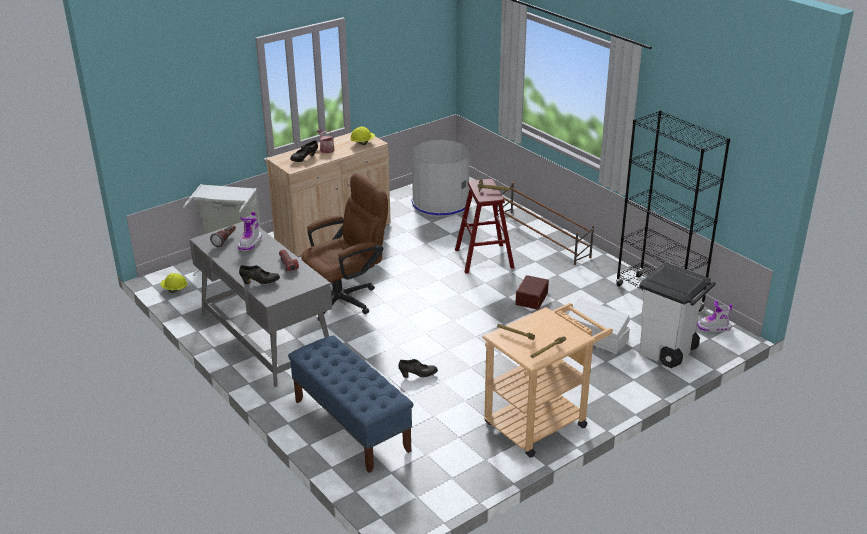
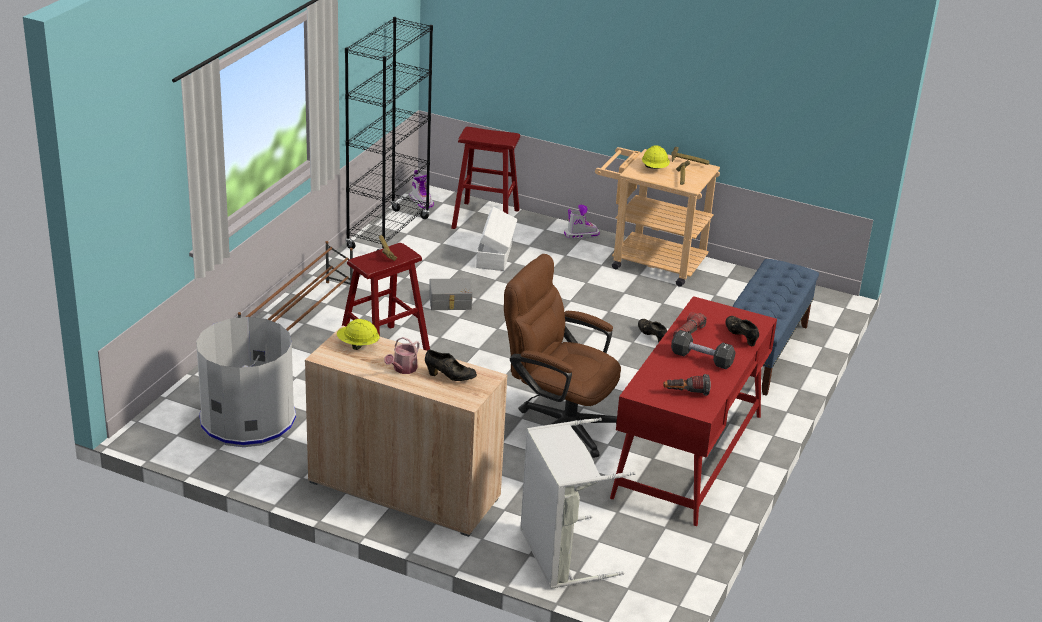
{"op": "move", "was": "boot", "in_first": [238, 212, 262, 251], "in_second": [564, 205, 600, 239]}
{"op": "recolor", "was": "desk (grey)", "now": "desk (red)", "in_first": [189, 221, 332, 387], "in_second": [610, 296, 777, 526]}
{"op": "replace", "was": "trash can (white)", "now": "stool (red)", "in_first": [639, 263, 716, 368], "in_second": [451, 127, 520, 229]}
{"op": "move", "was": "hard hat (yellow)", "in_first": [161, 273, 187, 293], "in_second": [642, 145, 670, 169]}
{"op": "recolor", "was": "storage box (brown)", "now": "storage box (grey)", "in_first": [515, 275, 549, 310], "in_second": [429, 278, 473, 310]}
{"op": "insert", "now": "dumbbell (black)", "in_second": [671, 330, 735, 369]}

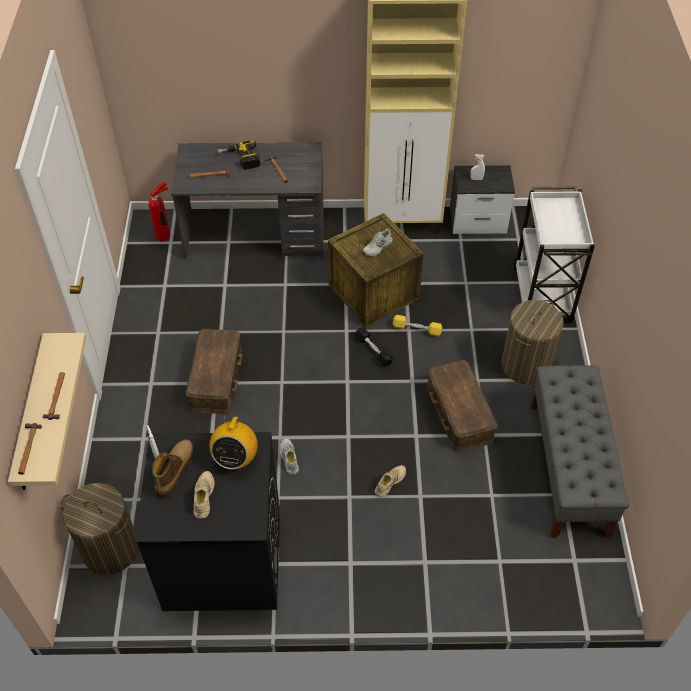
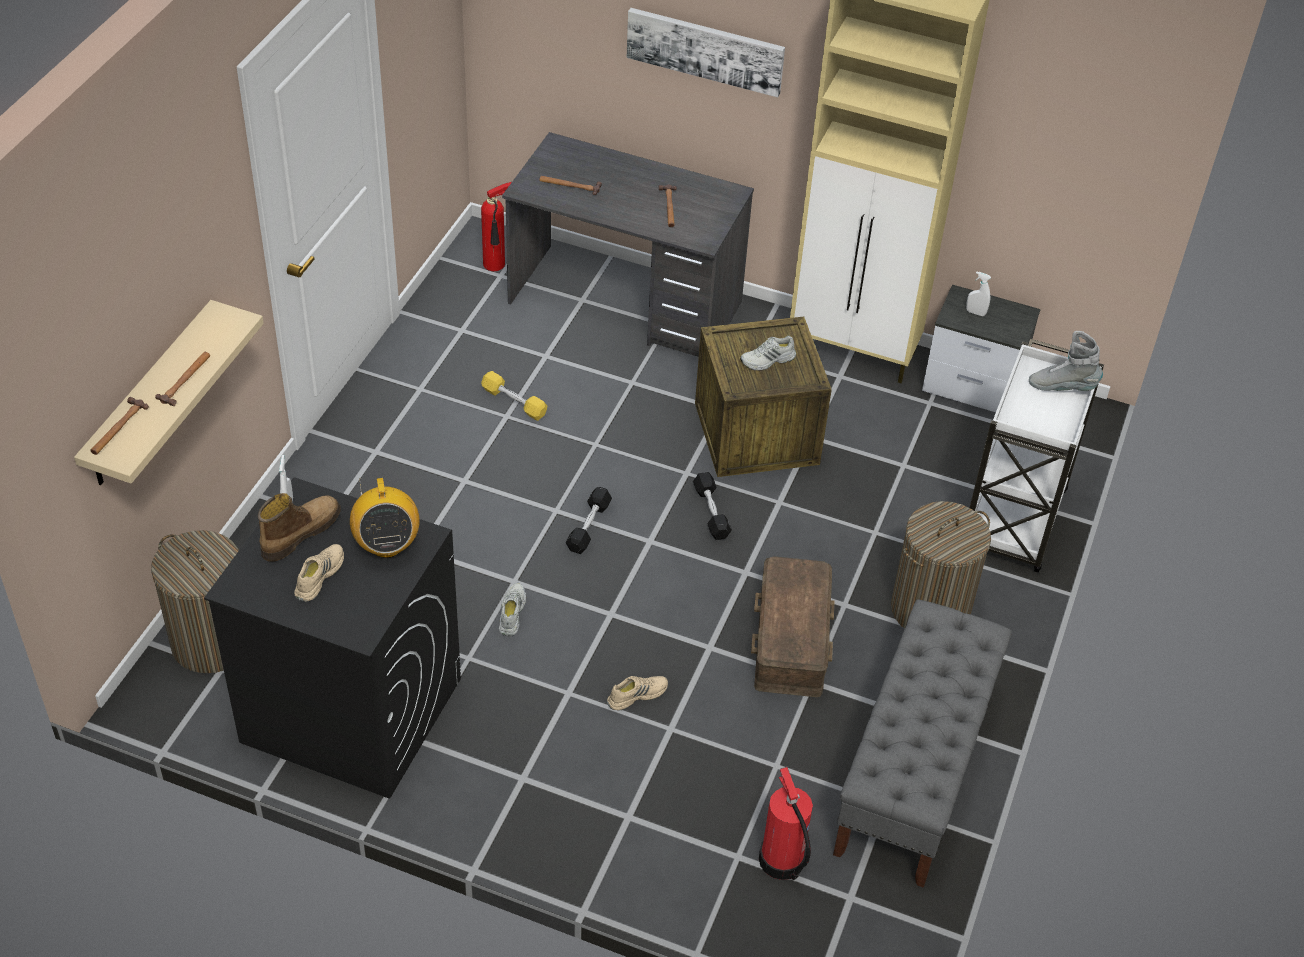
{"op": "delete", "was": "power drill", "in_first": [218, 140, 261, 170]}
{"op": "move", "was": "dumbbell (yellow)", "in_first": [393, 315, 442, 337], "in_second": [481, 371, 547, 421]}
{"op": "delete", "was": "storage box (brown)", "in_first": [186, 329, 243, 415]}
{"op": "rotate", "was": "radio", "in_first": [209, 416, 258, 469], "in_second": [350, 478, 420, 558], "clockwise": -45}
{"op": "insert", "now": "picture", "in_second": [627, 8, 785, 97]}
{"op": "insert", "now": "boot (grey)", "in_second": [1029, 331, 1103, 391]}
{"op": "insert", "now": "dumbbell (black)", "in_second": [566, 487, 612, 554]}
{"op": "insert", "now": "fire extinguisher", "in_second": [759, 767, 813, 880]}

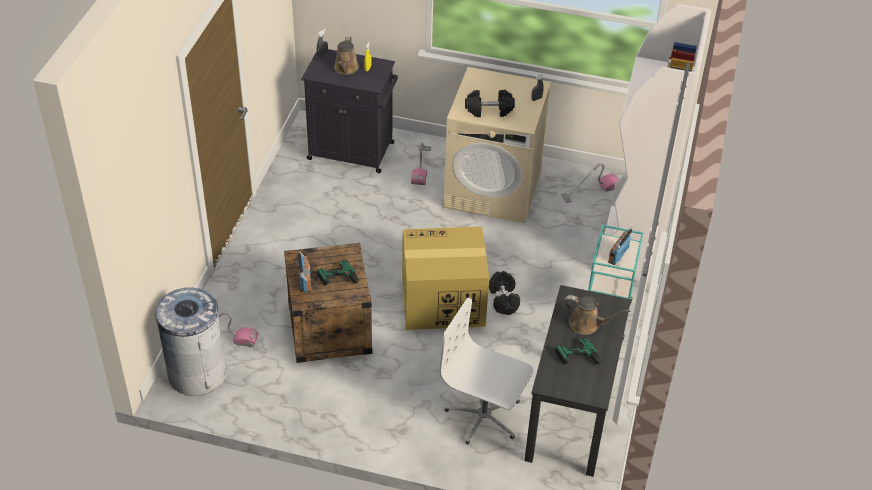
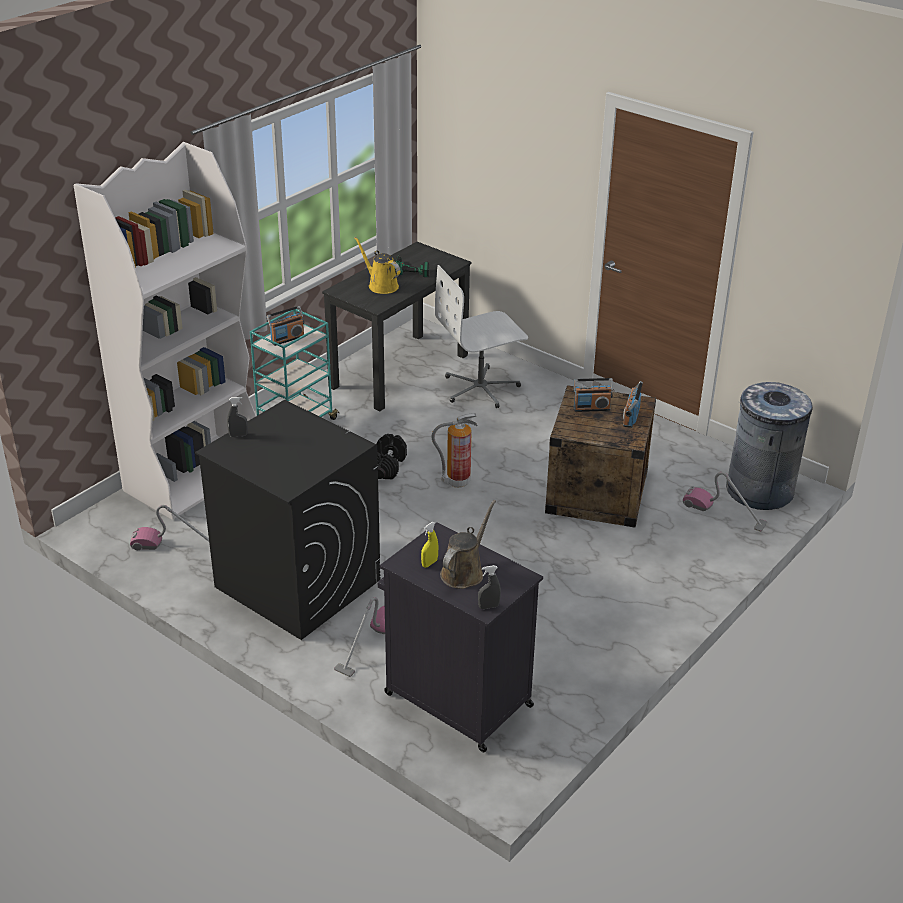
{"op": "recolor", "was": "washing machine (beige)", "now": "washing machine (black)", "in_first": [443, 67, 551, 223], "in_second": [195, 400, 380, 640]}
{"op": "delete", "was": "dumbbell (black)", "in_first": [465, 90, 515, 117]}
{"op": "replace", "was": "cardboard box", "now": "fire extinguisher", "in_first": [402, 227, 489, 330], "in_second": [431, 413, 478, 488]}
{"op": "replace", "was": "power drill", "now": "radio", "in_first": [317, 260, 361, 288], "in_second": [574, 378, 613, 412]}
{"op": "recolor", "was": "watering can (brown)", "now": "watering can (yellow)", "in_first": [564, 295, 631, 335], "in_second": [355, 237, 401, 294]}
{"op": "rotate", "was": "office chair (white)", "in_first": [440, 298, 533, 445], "in_second": [435, 265, 528, 408], "clockwise": 105}

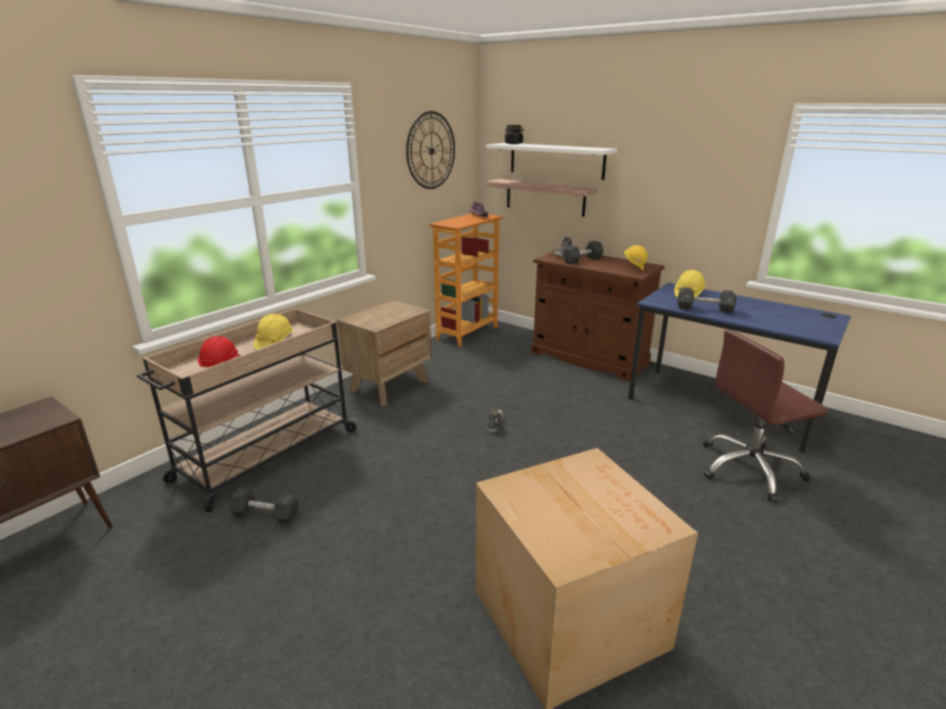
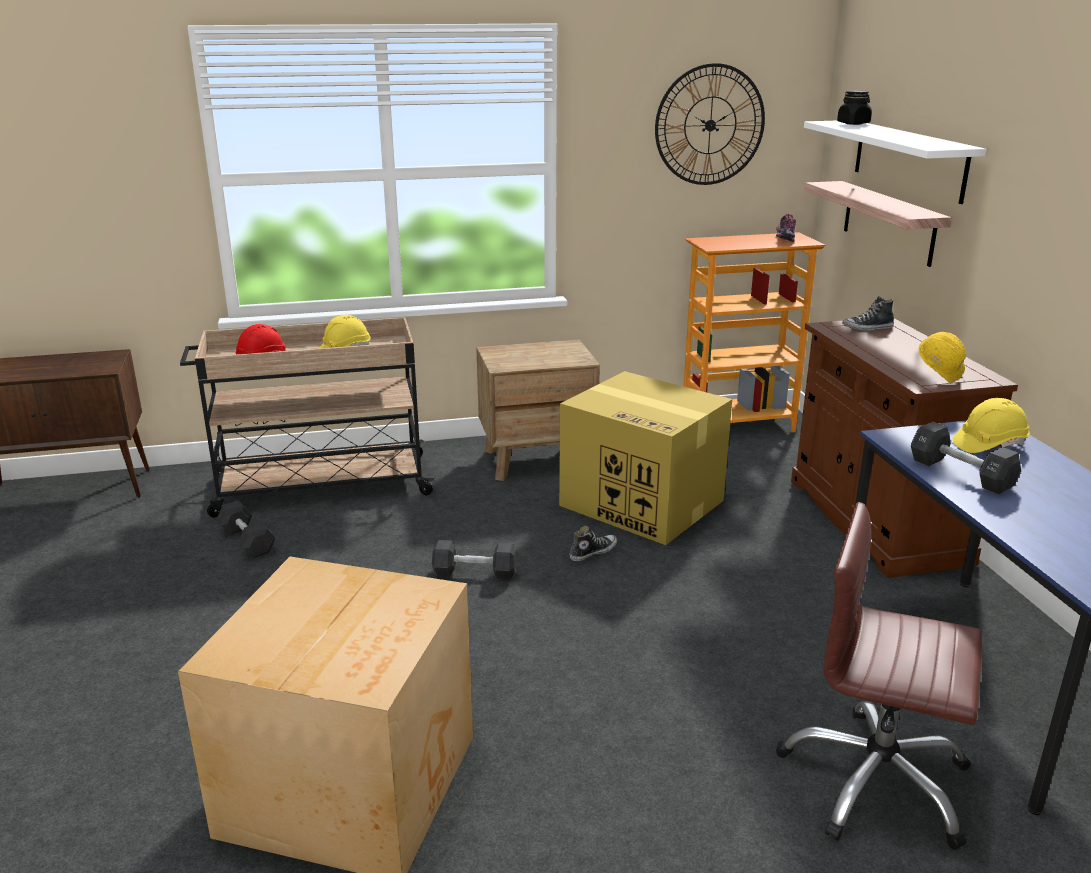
{"op": "move", "was": "dumbbell (black)", "in_first": [562, 241, 604, 264], "in_second": [432, 540, 516, 579]}
{"op": "insert", "now": "cardboard box", "in_second": [559, 371, 732, 545]}

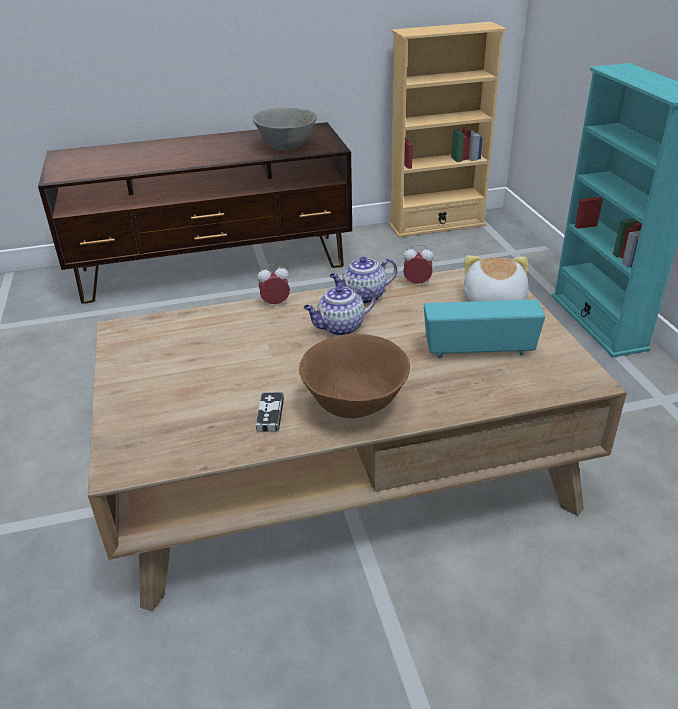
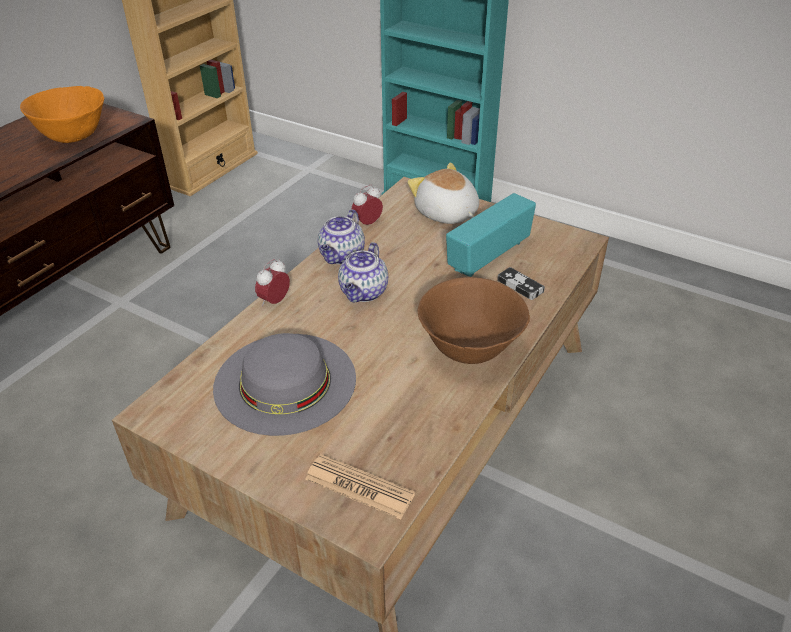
{"op": "recolor", "was": "bowl (grey)", "now": "bowl (orange)", "in_first": [252, 108, 317, 150], "in_second": [20, 86, 104, 143]}
{"op": "move", "was": "game controller", "in_first": [256, 392, 284, 432], "in_second": [497, 267, 545, 300]}
{"op": "insert", "now": "hat (grey)", "in_second": [213, 333, 356, 436]}
{"op": "insert", "now": "newspaper", "in_second": [305, 454, 415, 520]}

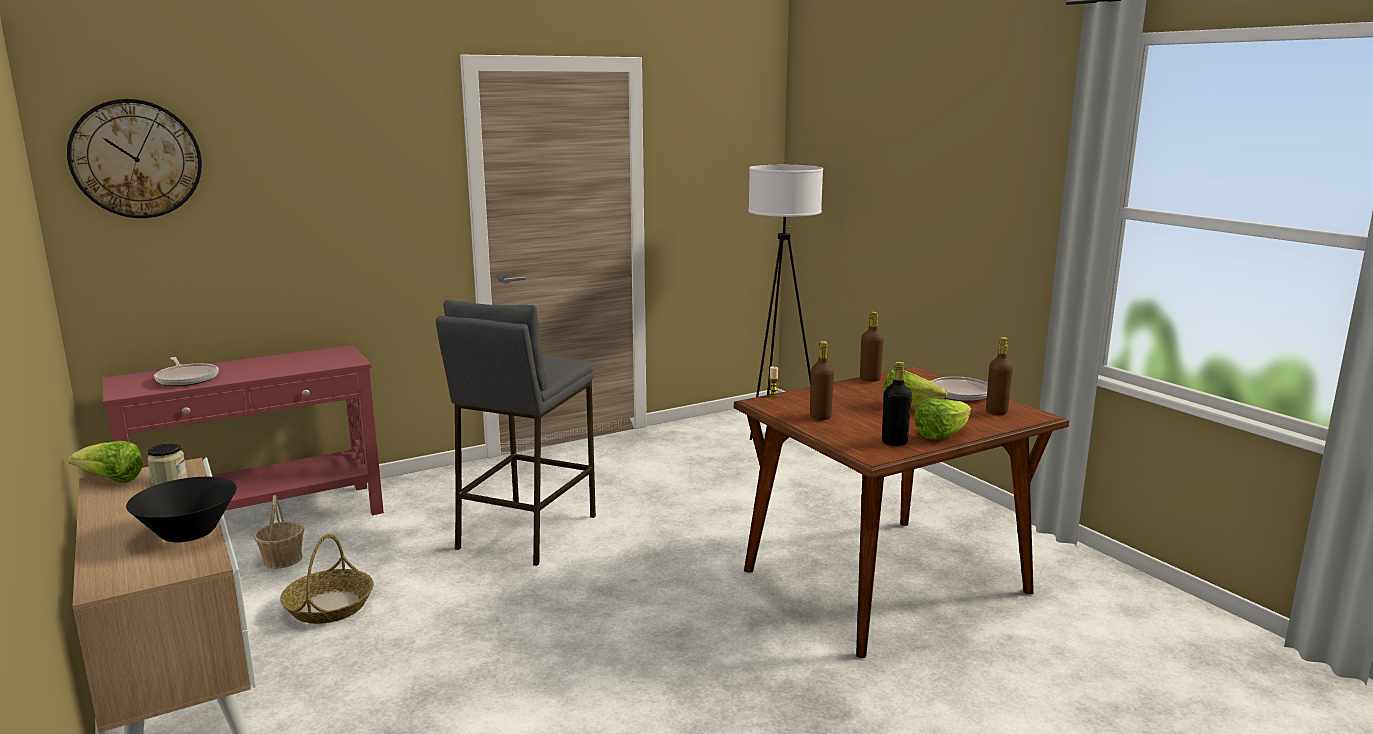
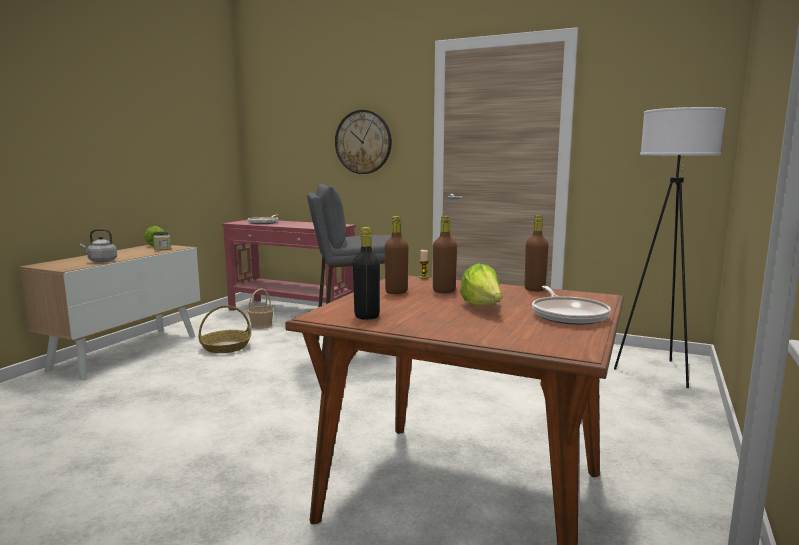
{"op": "move", "was": "wall clock", "in_first": [67, 99, 202, 218], "in_second": [335, 110, 392, 174]}
{"op": "move", "was": "bottle (brown)", "in_first": [986, 337, 1013, 415], "in_second": [433, 216, 457, 293]}
{"op": "delete", "was": "lettuce", "in_first": [914, 398, 971, 439]}
{"op": "replace", "was": "bowl (black)", "now": "kettle (grey)", "in_first": [126, 477, 237, 542], "in_second": [80, 229, 117, 262]}

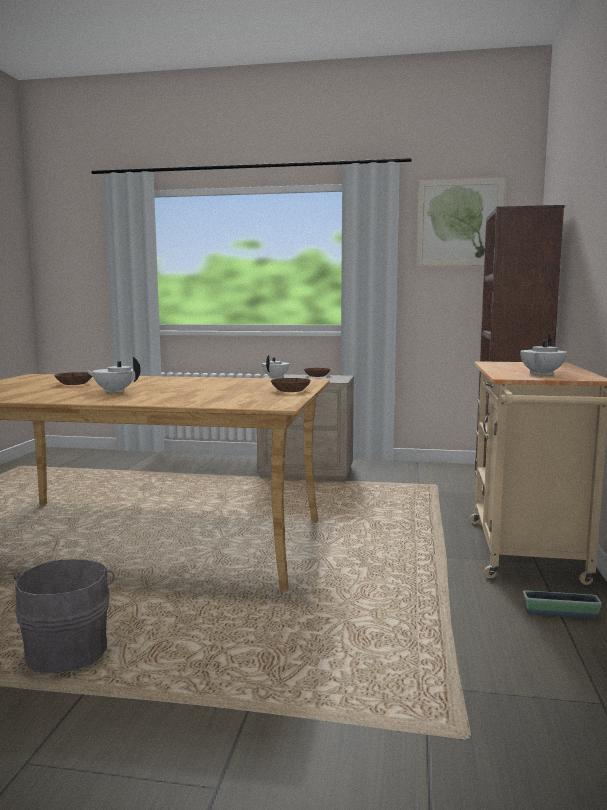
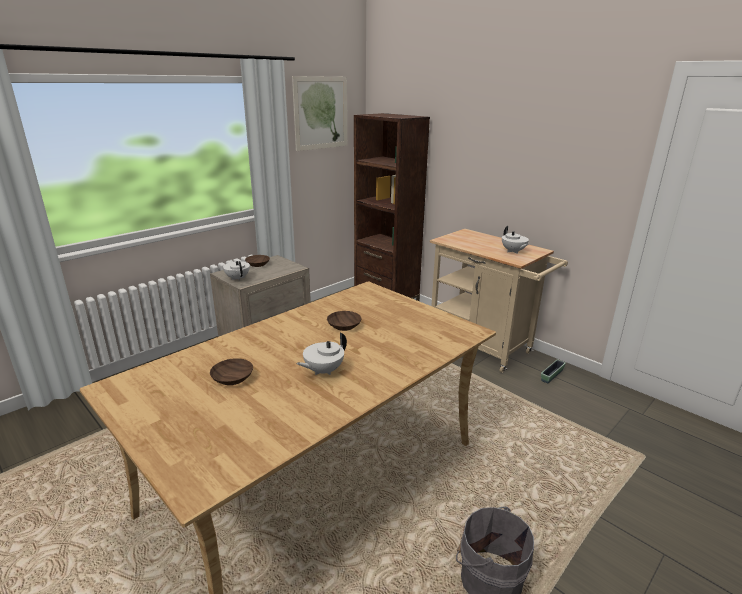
{"op": "move", "was": "bowl (brown)", "in_first": [271, 378, 311, 392], "in_second": [327, 311, 361, 331]}

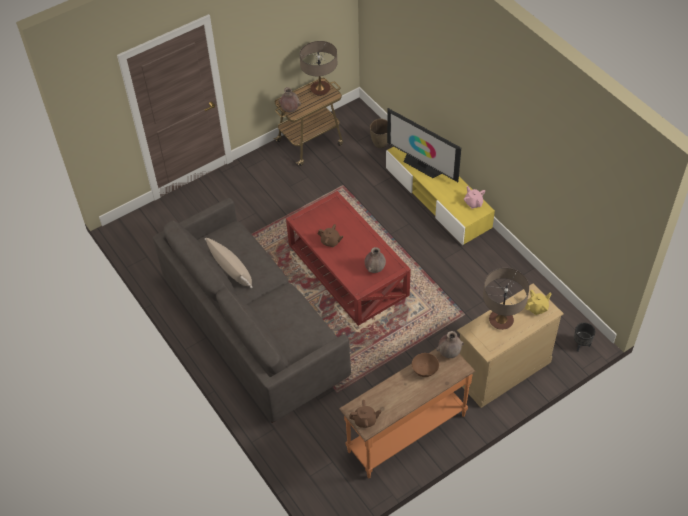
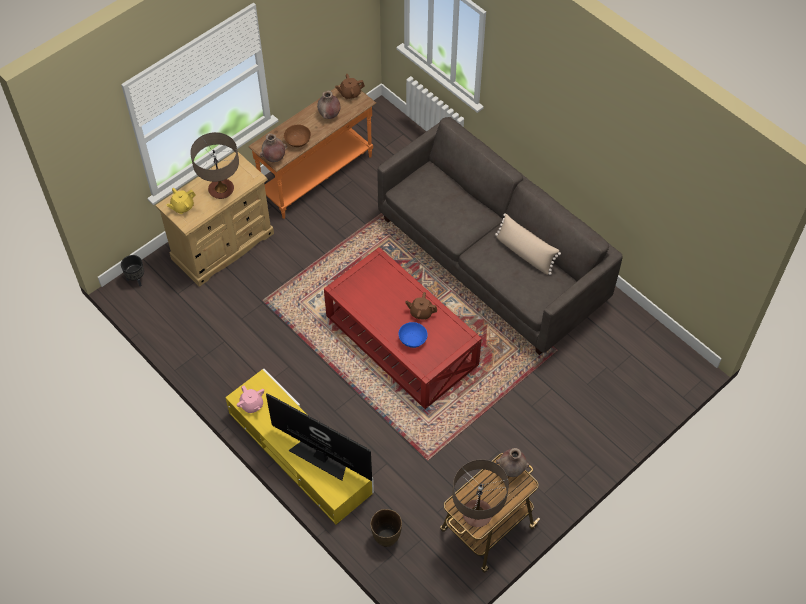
{"op": "move", "was": "vase (brown)", "in_first": [365, 247, 386, 273], "in_second": [317, 90, 340, 119]}
{"op": "insert", "now": "bowl (blue)", "in_second": [399, 322, 428, 348]}

